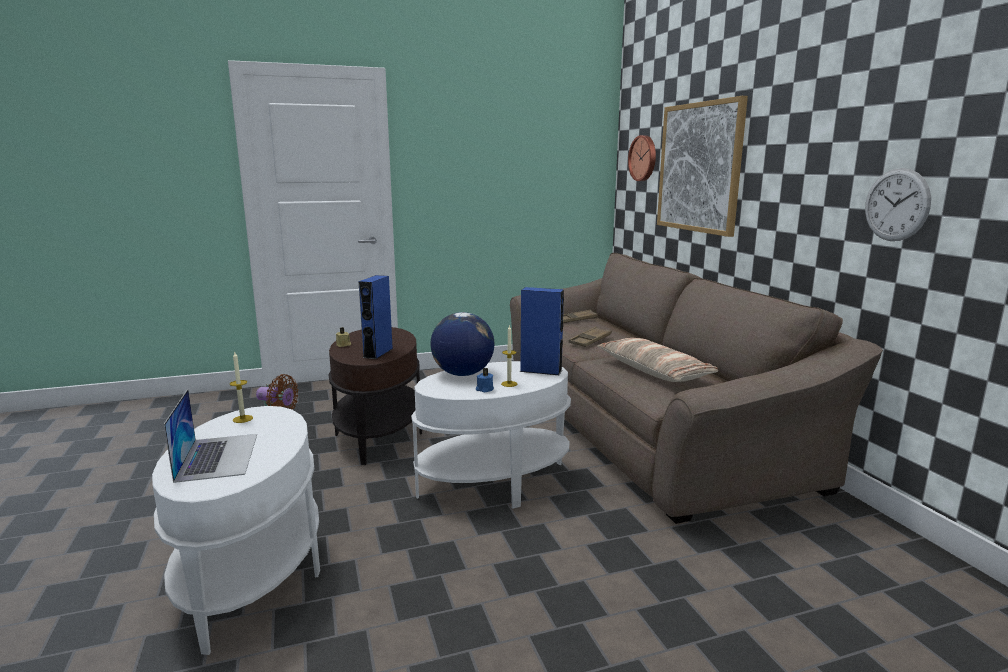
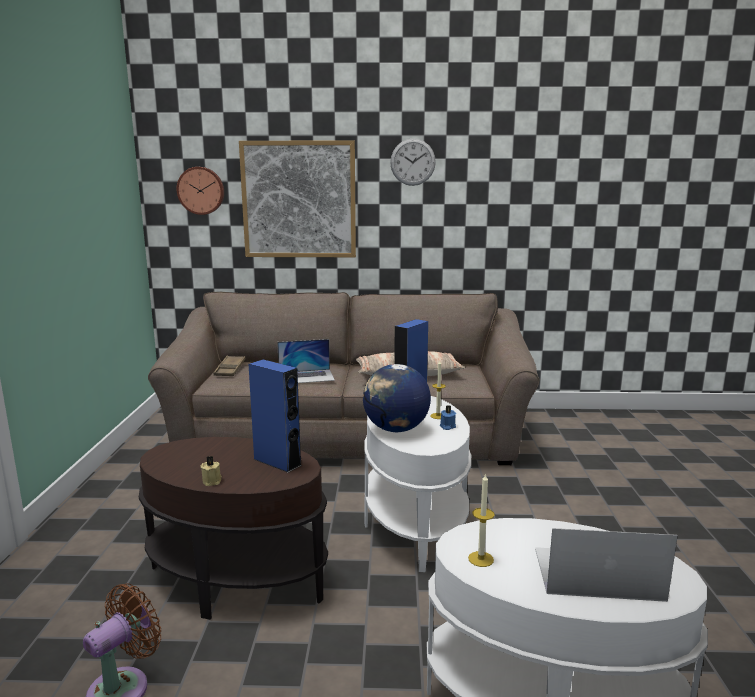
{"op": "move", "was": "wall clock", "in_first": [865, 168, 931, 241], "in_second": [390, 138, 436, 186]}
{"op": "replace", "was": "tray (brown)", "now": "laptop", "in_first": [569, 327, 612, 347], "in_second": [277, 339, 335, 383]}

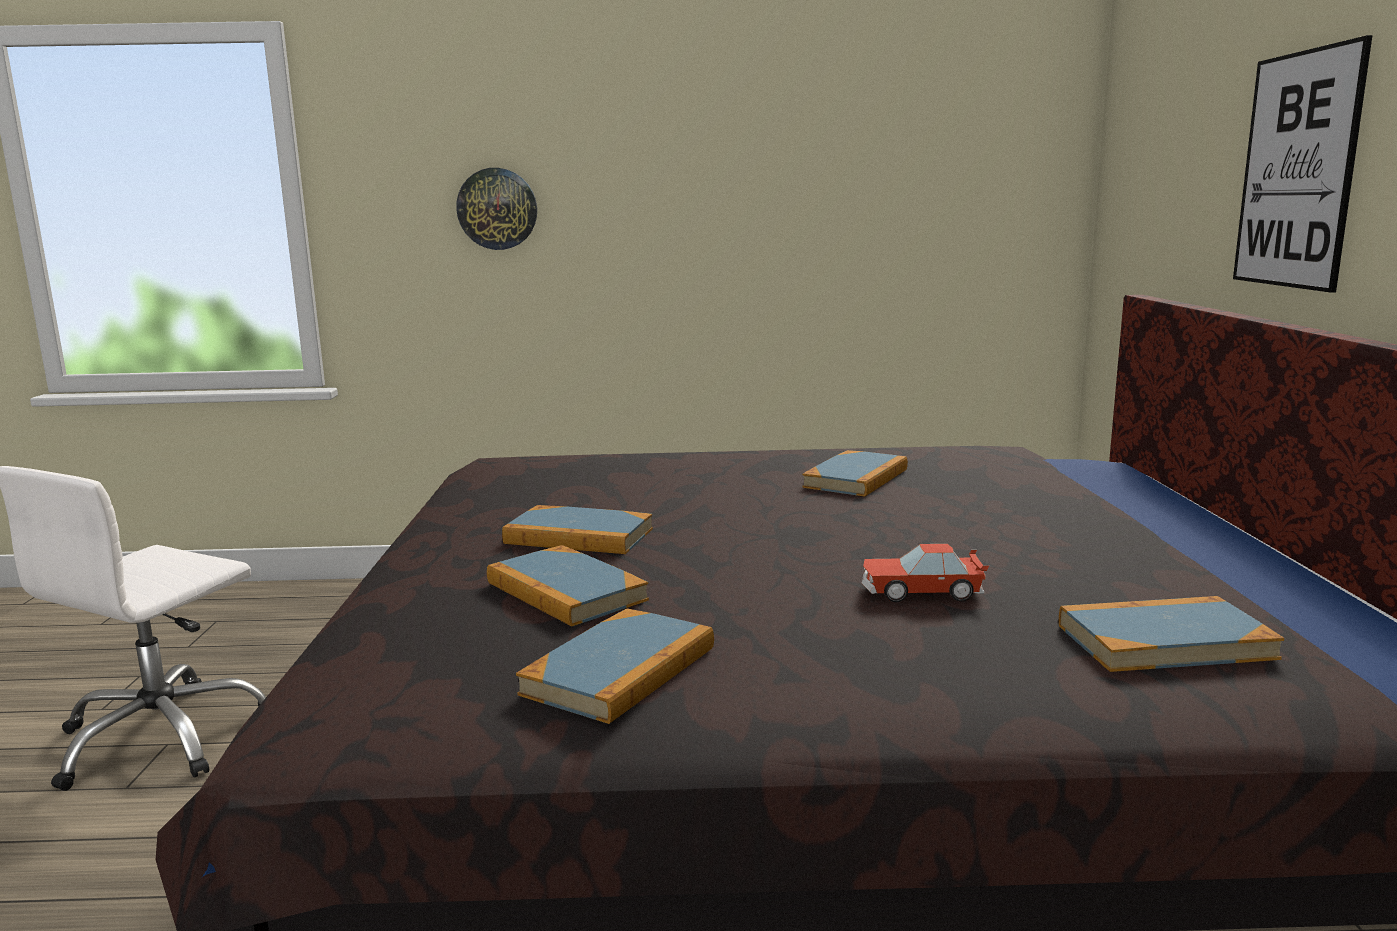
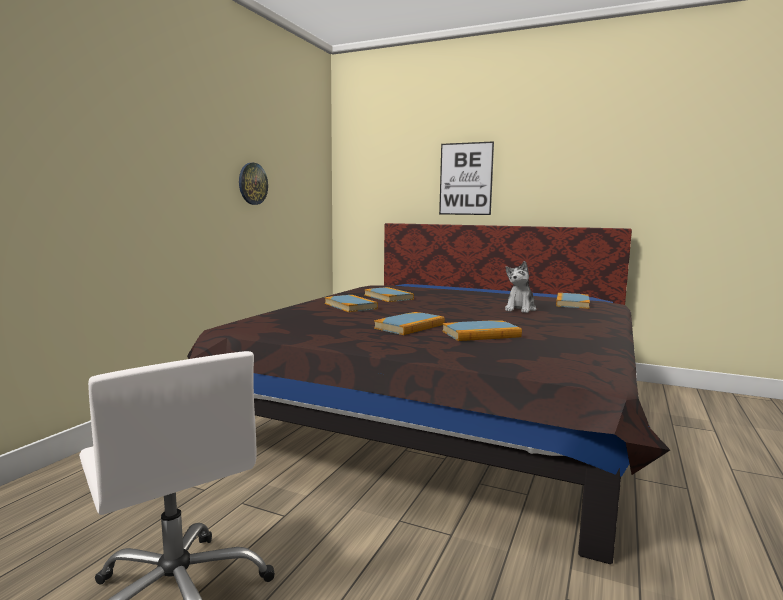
{"op": "move", "was": "wall clock", "in_first": [456, 168, 537, 250], "in_second": [239, 163, 268, 205]}
{"op": "replace", "was": "toy car", "now": "plush toy", "in_first": [862, 544, 989, 602], "in_second": [505, 261, 536, 313]}
{"op": "move", "was": "book", "in_first": [516, 609, 714, 724], "in_second": [325, 295, 378, 312]}

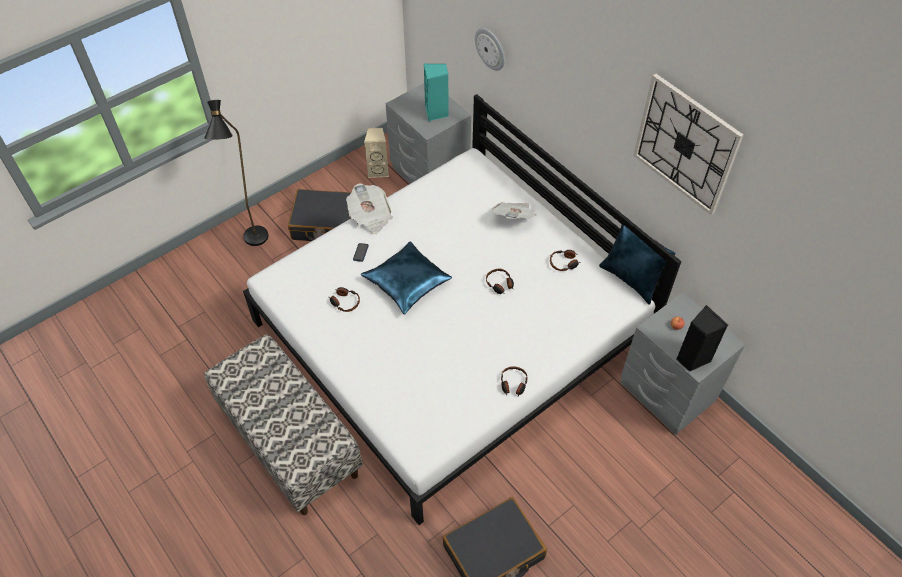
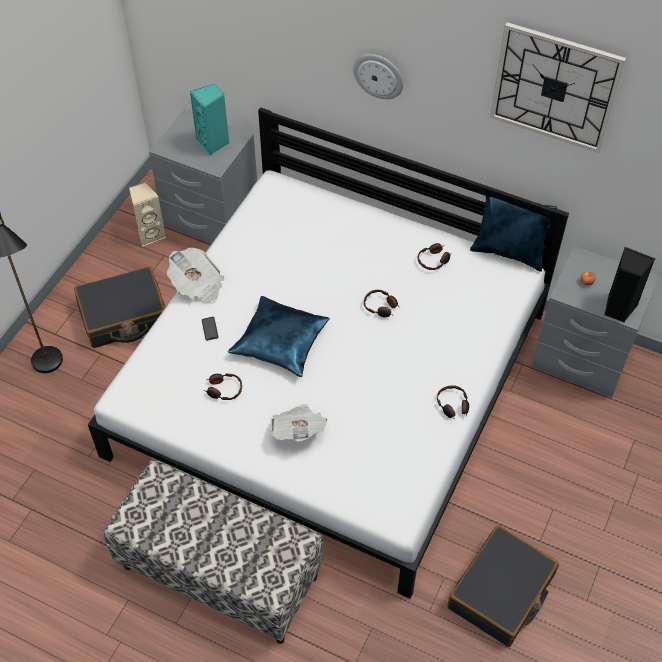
{"op": "move", "was": "wall clock", "in_first": [475, 28, 505, 71], "in_second": [353, 54, 403, 99]}
{"op": "move", "was": "newspaper", "in_first": [492, 202, 537, 219], "in_second": [270, 404, 327, 442]}

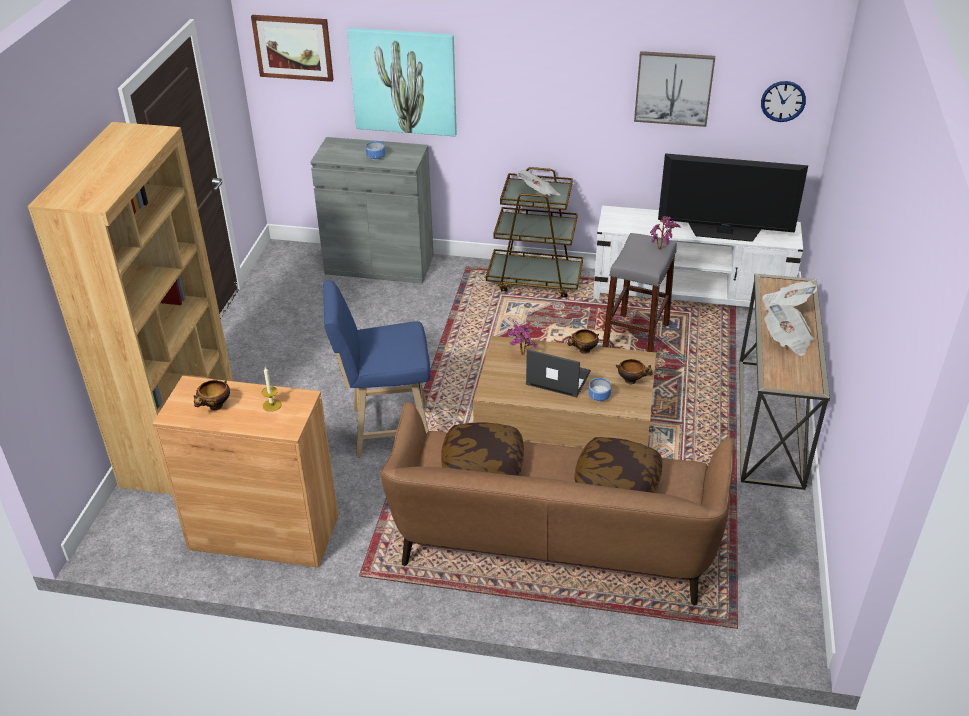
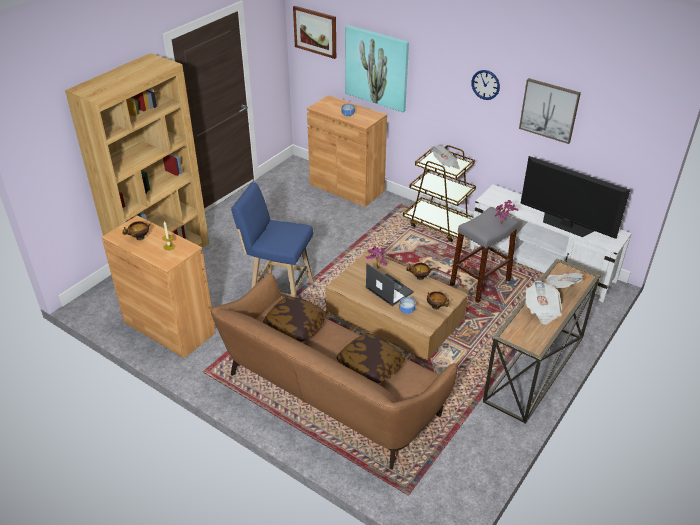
{"op": "move", "was": "wall clock", "in_first": [761, 81, 806, 122], "in_second": [471, 70, 500, 100]}
{"op": "recolor", "was": "cabinet (grey)", "now": "cabinet (brown)", "in_first": [310, 137, 434, 284], "in_second": [307, 95, 387, 207]}

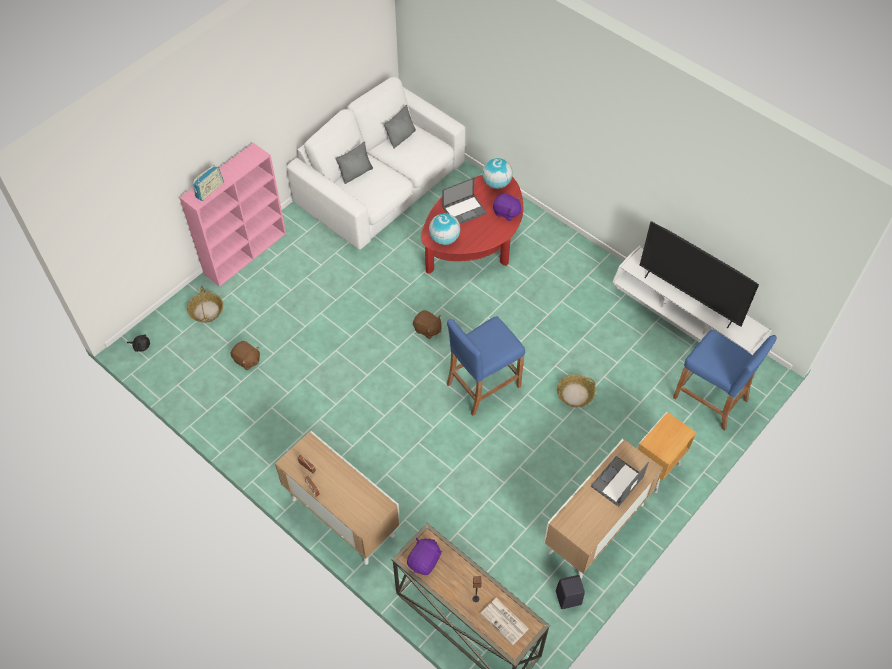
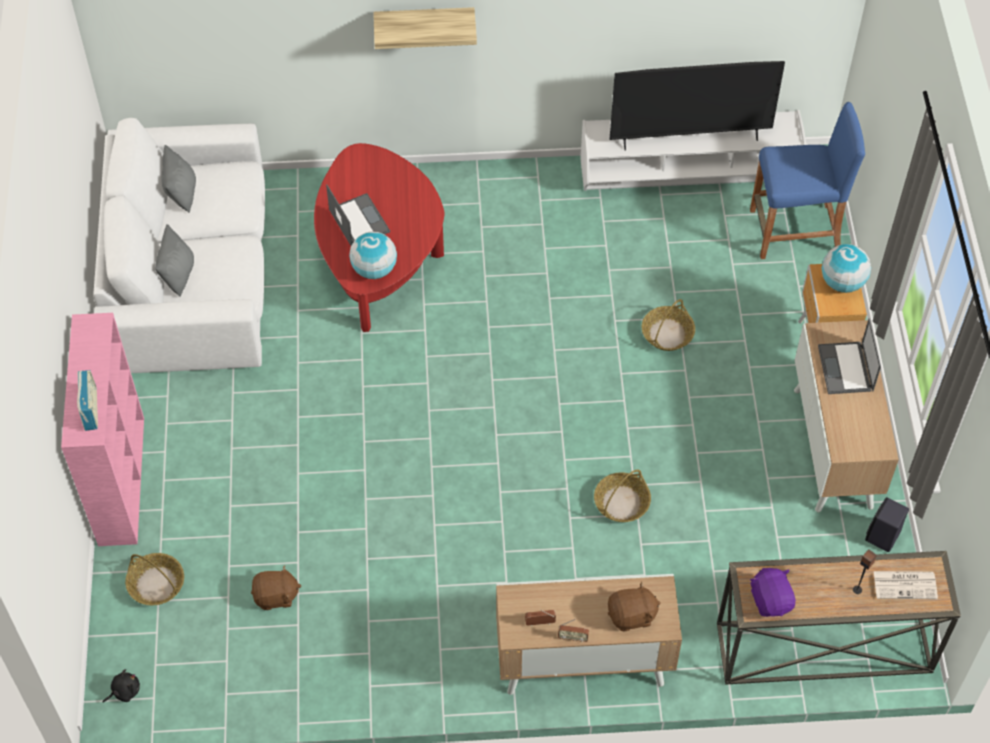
{"op": "move", "was": "globe", "in_first": [482, 158, 513, 189], "in_second": [822, 244, 871, 293]}
{"op": "rotate", "was": "laptop", "in_first": [442, 178, 487, 224], "in_second": [326, 184, 390, 246], "clockwise": -45}
{"op": "delete", "was": "plush toy (purple)", "in_first": [493, 193, 522, 221]}
{"op": "move", "was": "plush toy (brown)", "in_first": [413, 310, 442, 339], "in_second": [608, 582, 661, 632]}
{"op": "delete", "was": "stool (blue)", "in_first": [446, 316, 525, 416]}
{"op": "insert", "now": "shelf", "in_second": [373, 7, 477, 49]}
{"op": "insert", "now": "basket", "in_second": [594, 469, 651, 522]}

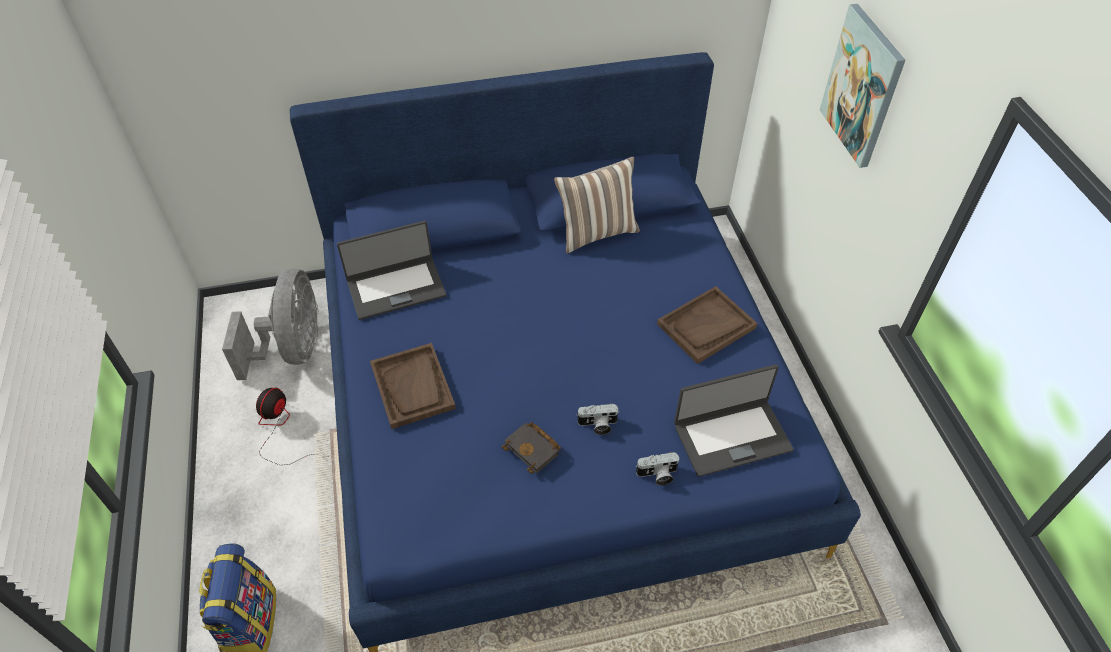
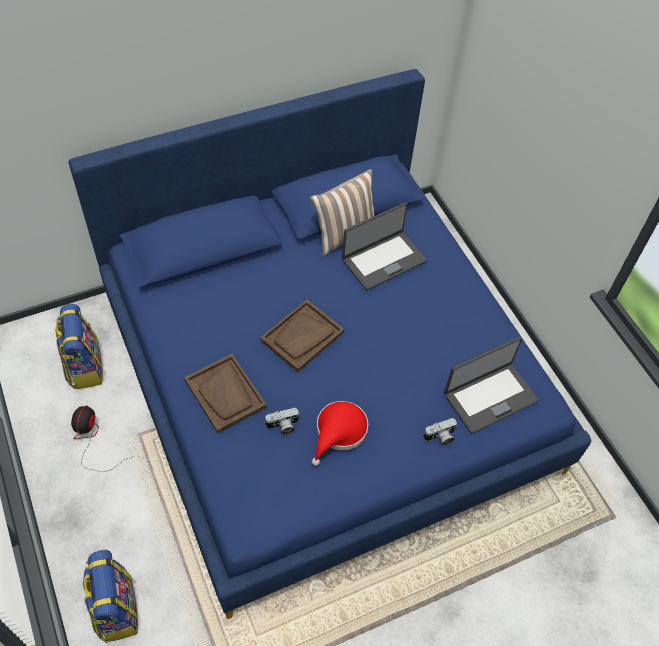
{"op": "delete", "was": "picture", "in_first": [820, 4, 905, 168]}
{"op": "move", "was": "laptop", "in_first": [337, 221, 446, 320], "in_second": [342, 202, 427, 290]}
{"op": "replace", "was": "fan (grey)", "now": "backpack", "in_first": [222, 269, 318, 380], "in_second": [55, 304, 103, 390]}
{"op": "move", "was": "tray (brown)", "in_first": [657, 286, 757, 364], "in_second": [260, 300, 344, 372]}
{"op": "move", "was": "photo camera", "in_first": [576, 403, 619, 435], "in_second": [264, 408, 300, 435]}
{"op": "replace", "was": "book (black)", "now": "hat (red)", "in_first": [502, 422, 561, 474], "in_second": [312, 401, 368, 466]}

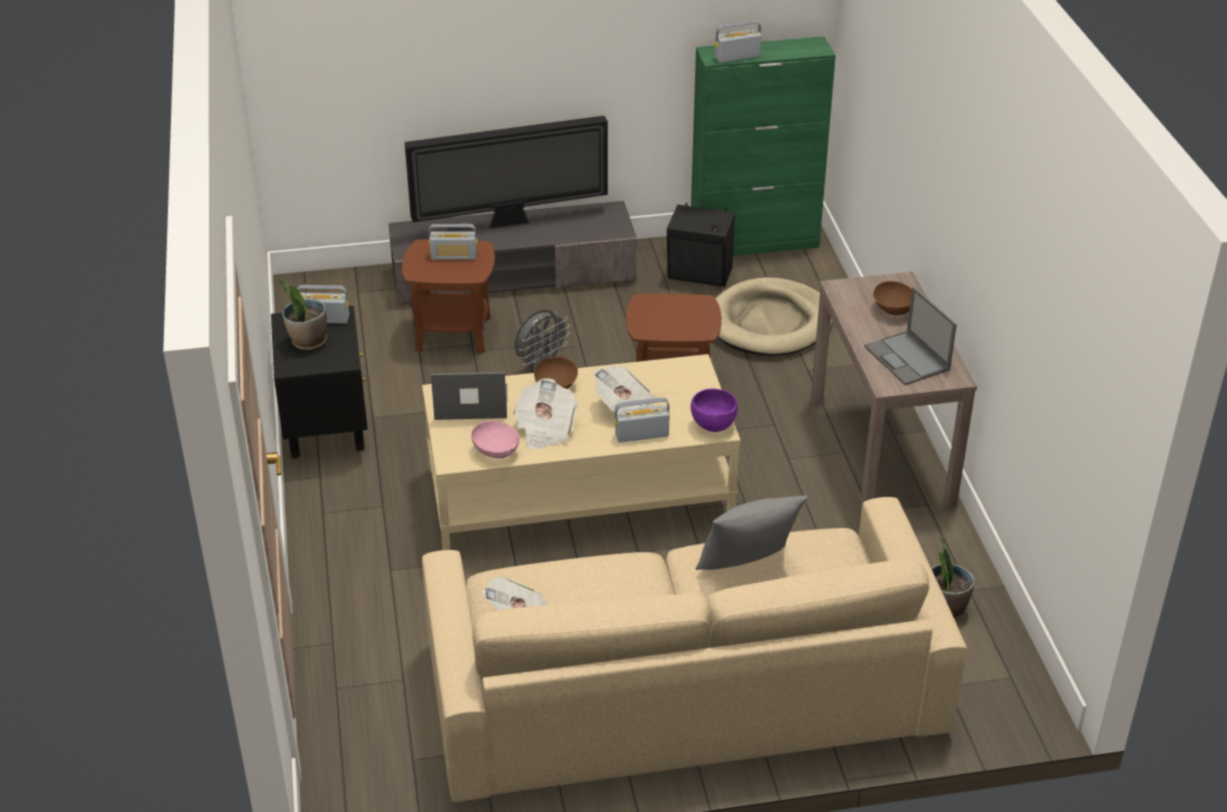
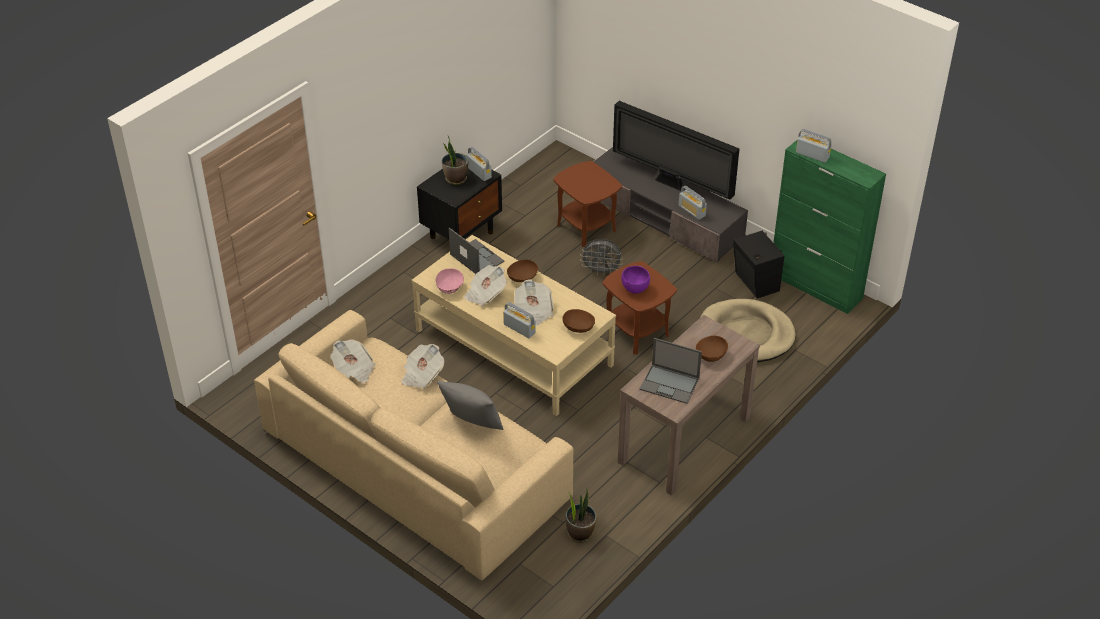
{"op": "move", "was": "radio", "in_first": [429, 224, 477, 260], "in_second": [679, 186, 707, 220]}
{"op": "rotate", "was": "laptop", "in_first": [864, 287, 957, 385], "in_second": [640, 338, 702, 404], "clockwise": -90}
{"op": "move", "was": "bowl (purple)", "in_first": [691, 389, 738, 432], "in_second": [621, 266, 650, 294]}
{"op": "insert", "now": "bowl (brown)", "in_second": [563, 309, 595, 333]}
{"op": "insert", "now": "newspaper", "in_second": [402, 344, 444, 389]}

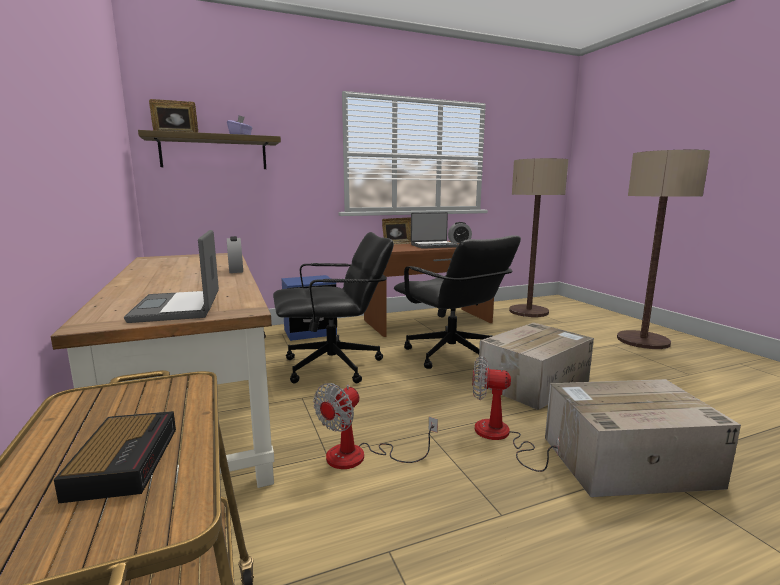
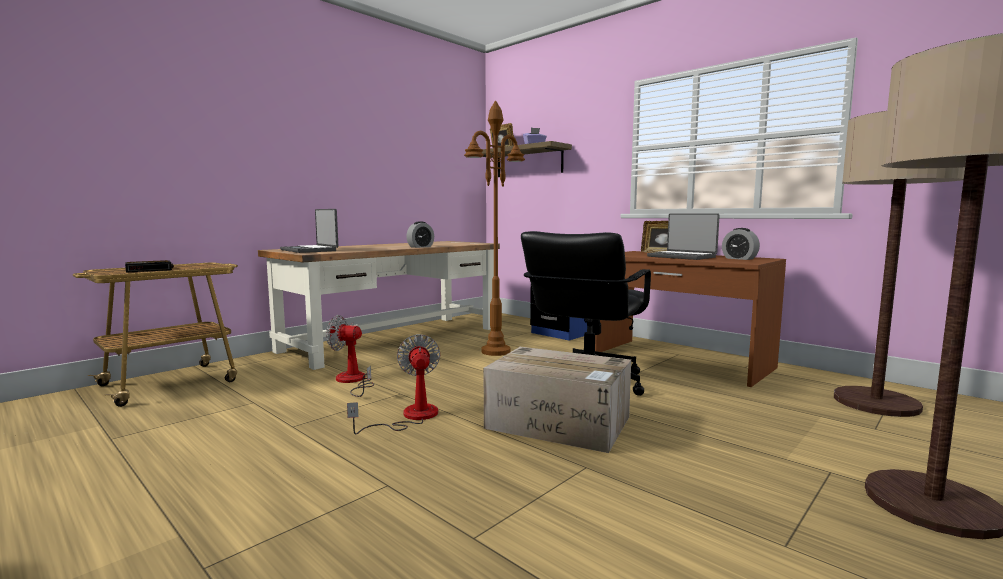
{"op": "rotate", "was": "laptop", "in_first": [124, 230, 219, 323], "in_second": [280, 209, 338, 253], "clockwise": -90}
{"op": "replace", "was": "office chair (black)", "now": "floor lamp (brown)", "in_first": [273, 232, 394, 383], "in_second": [464, 100, 525, 356]}
{"op": "delete", "was": "cardboard box", "in_first": [545, 379, 741, 497]}

